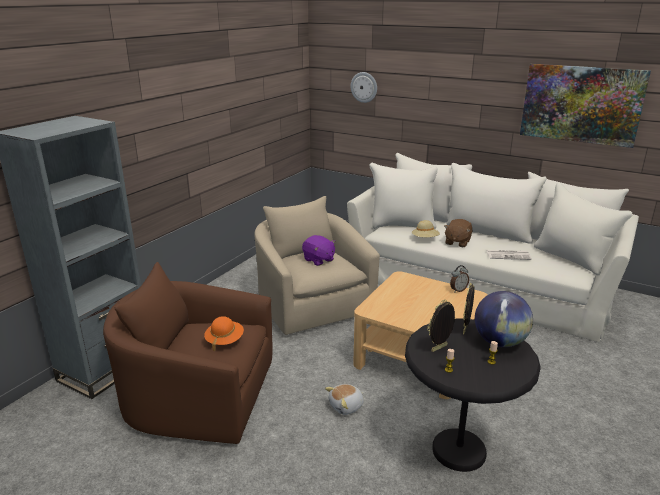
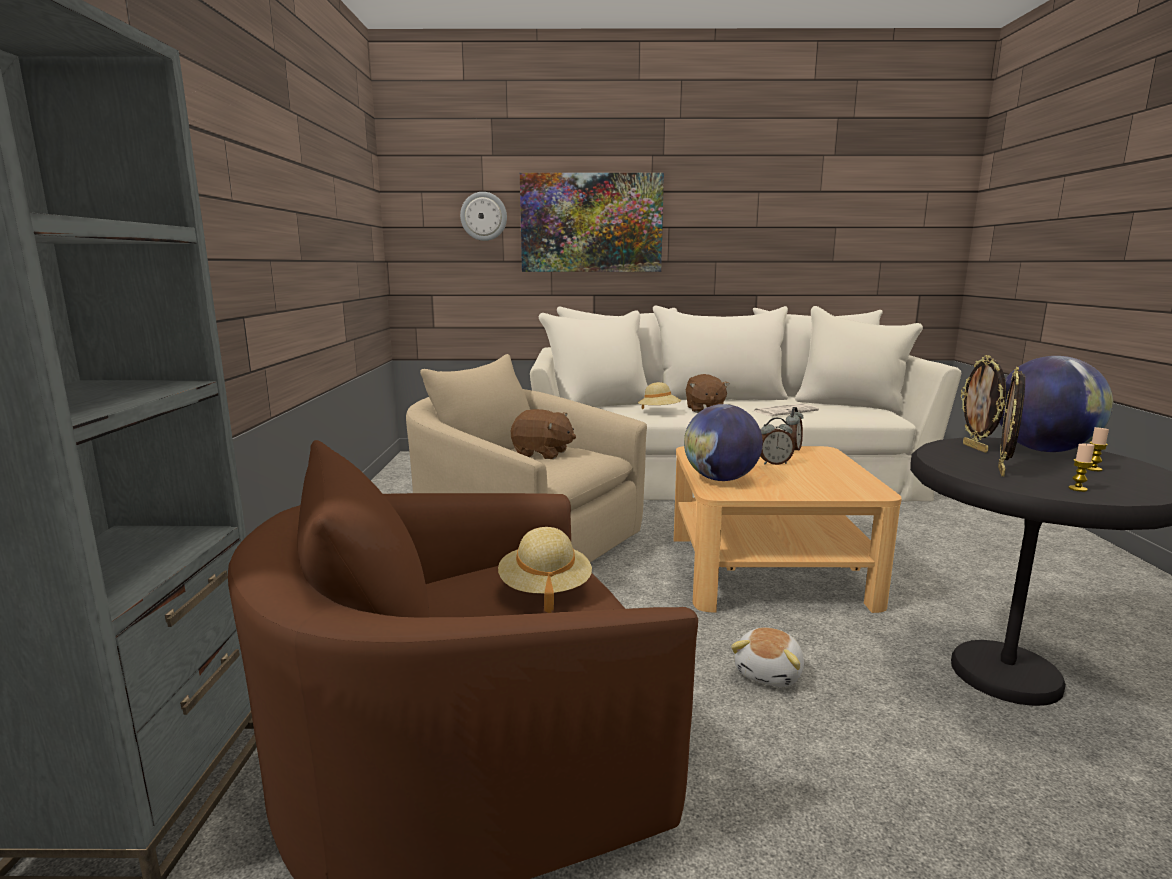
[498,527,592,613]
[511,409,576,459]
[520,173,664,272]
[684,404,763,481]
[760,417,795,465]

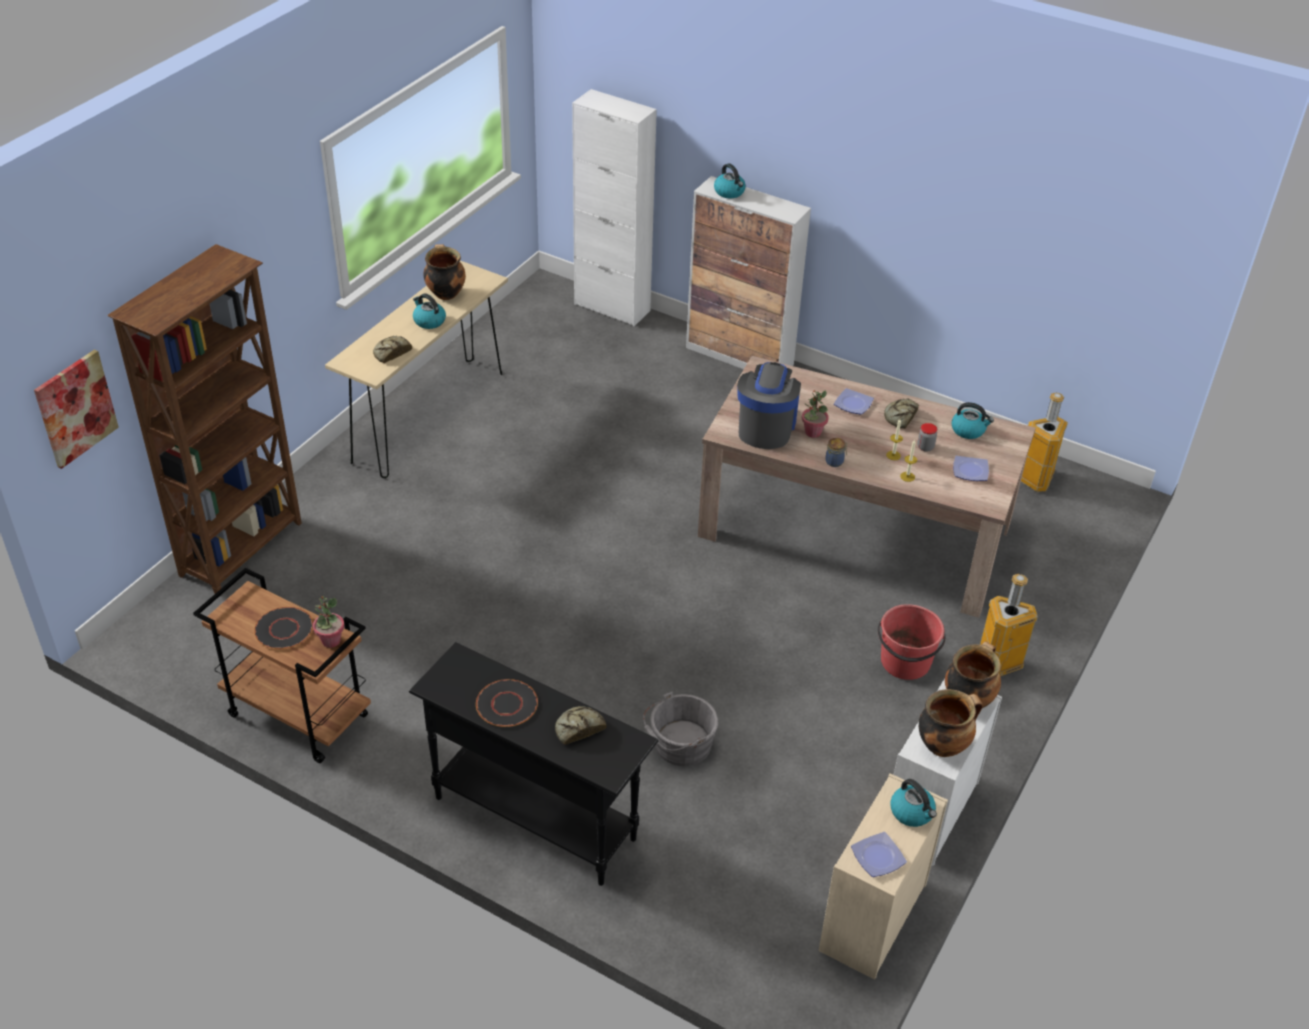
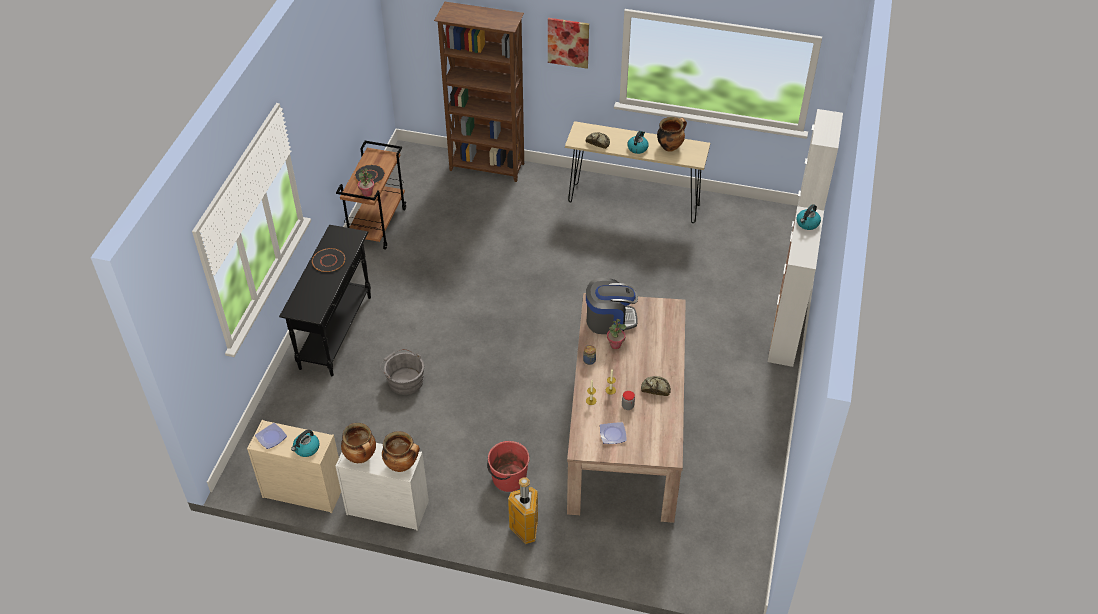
[548,18,589,69]
[555,706,607,745] (first image)
[834,388,874,415] (first image)
[951,402,994,439] (first image)
[1021,392,1068,492] (first image)

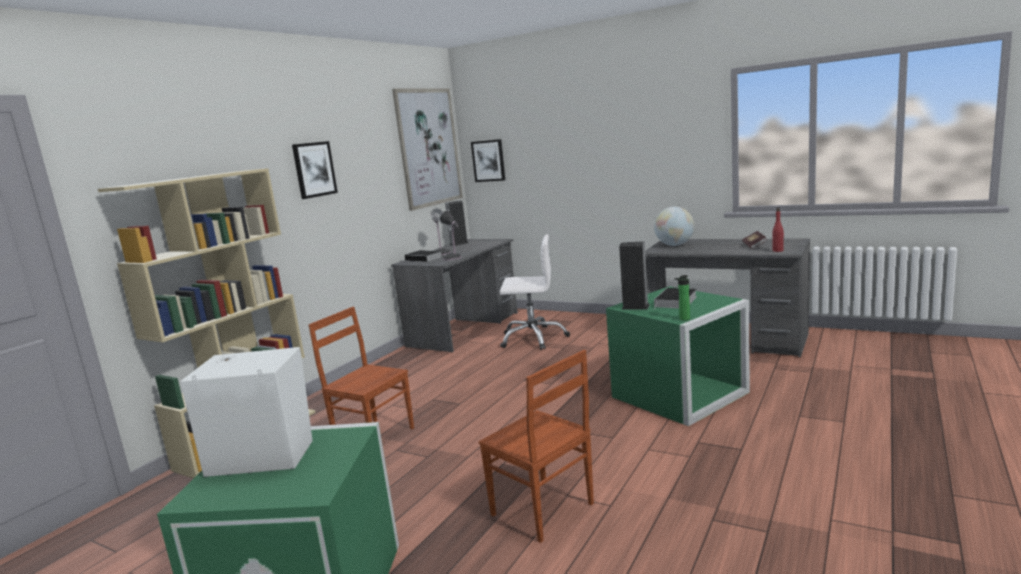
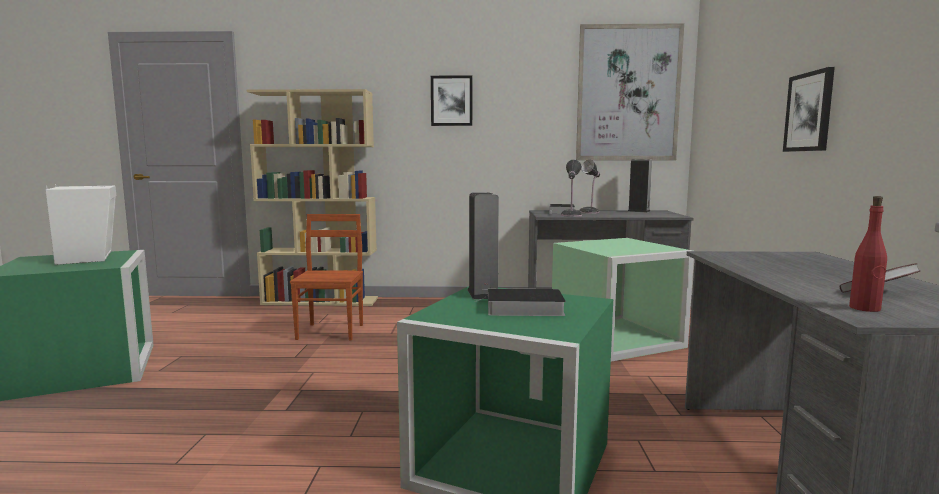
[783,67,835,152]
[479,350,594,543] (first image)
[552,238,694,362]
[654,207,694,246] (first image)
[674,275,690,320] (first image)

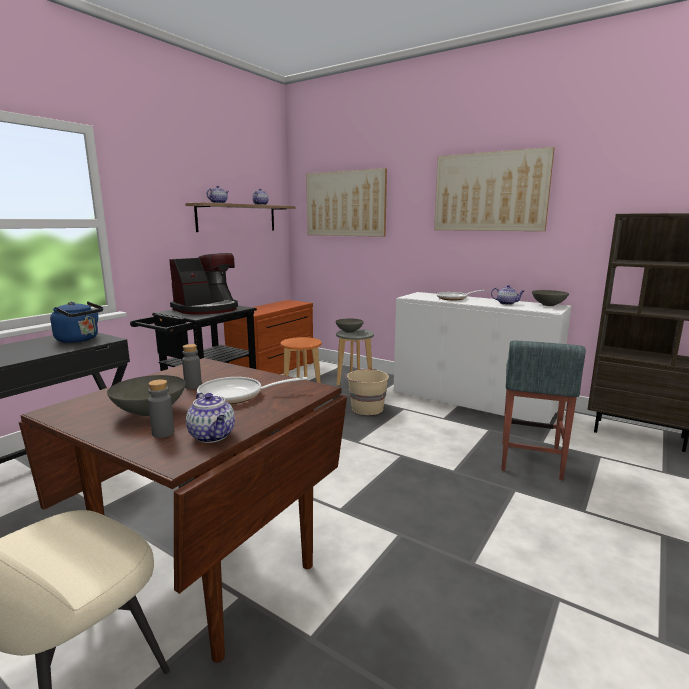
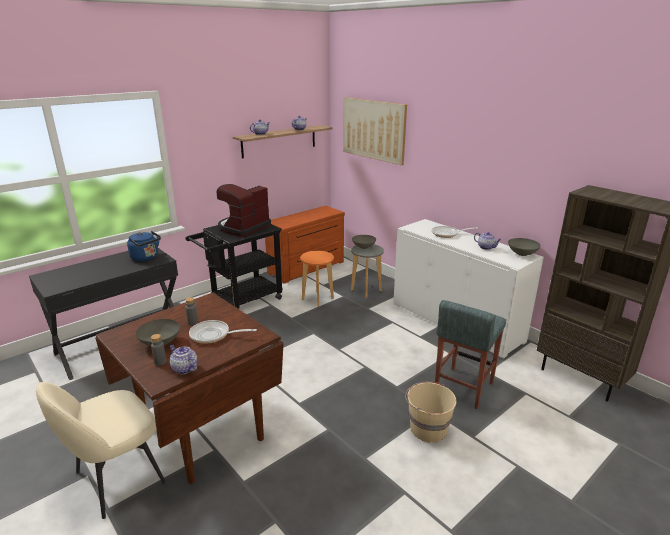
[217,184,271,237]
[170,345,197,374]
[405,381,457,443]
[434,147,555,231] (first image)

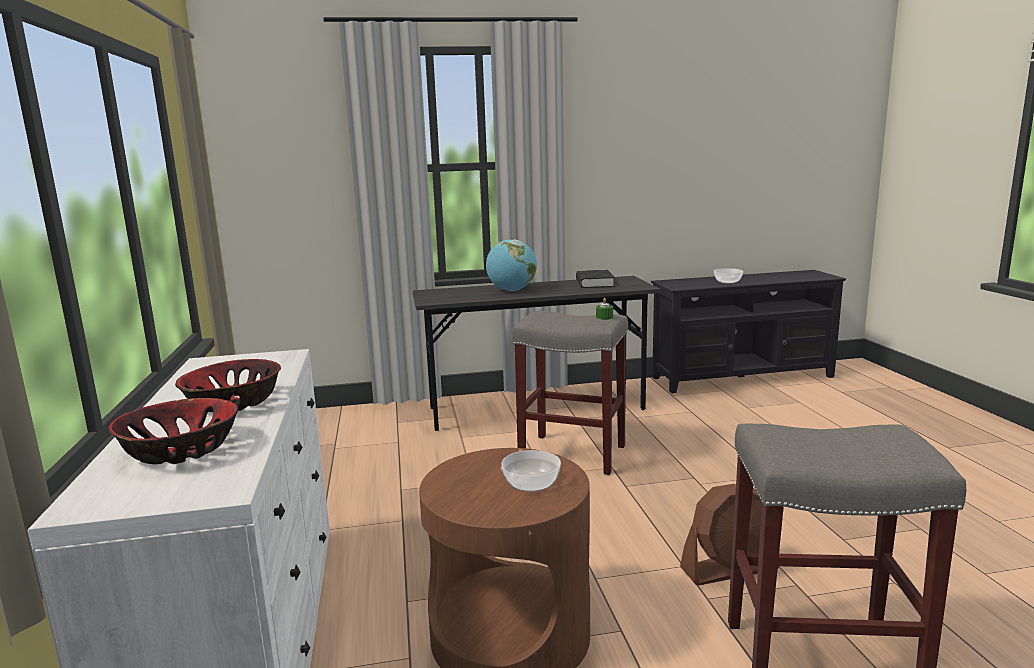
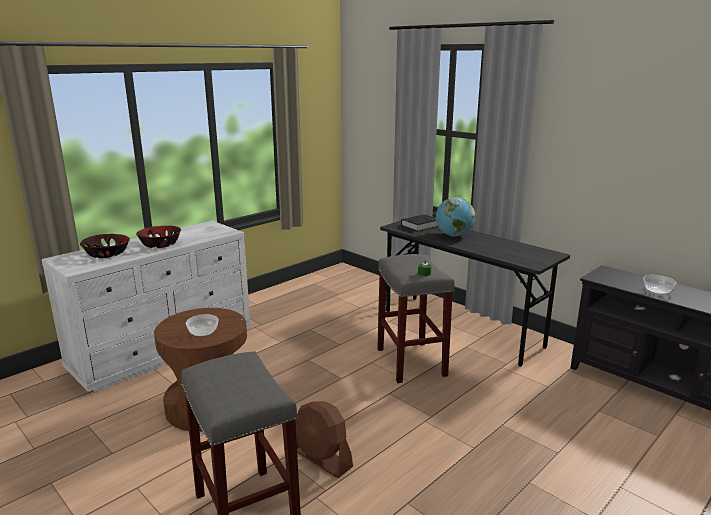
[401,214,438,232]

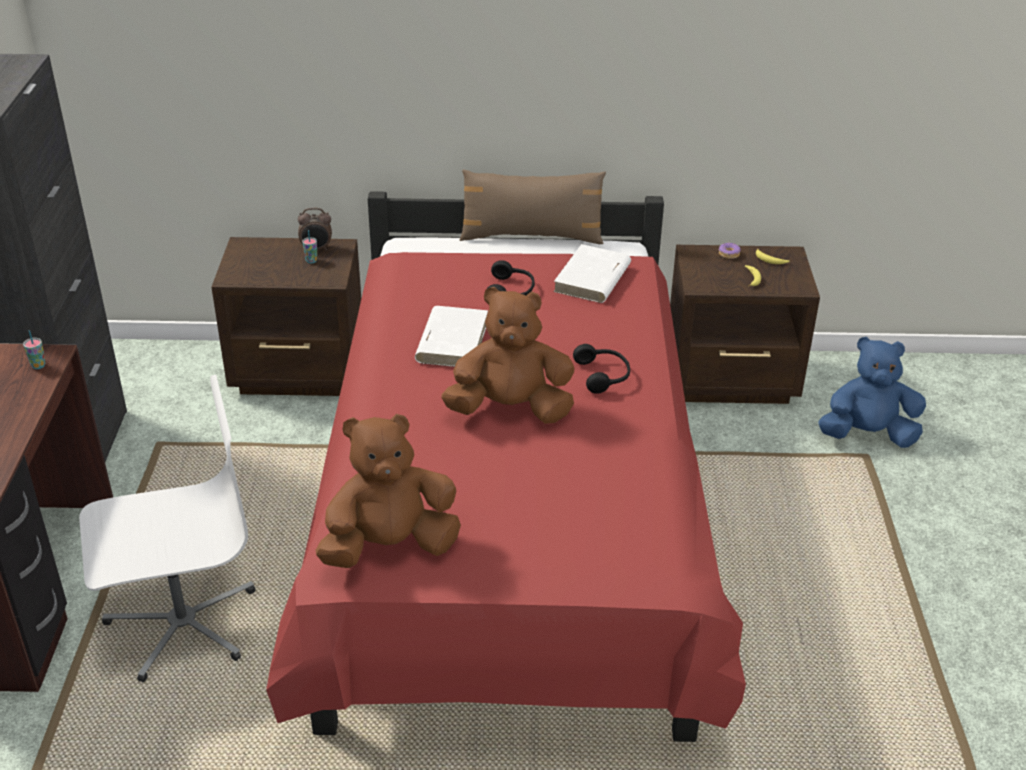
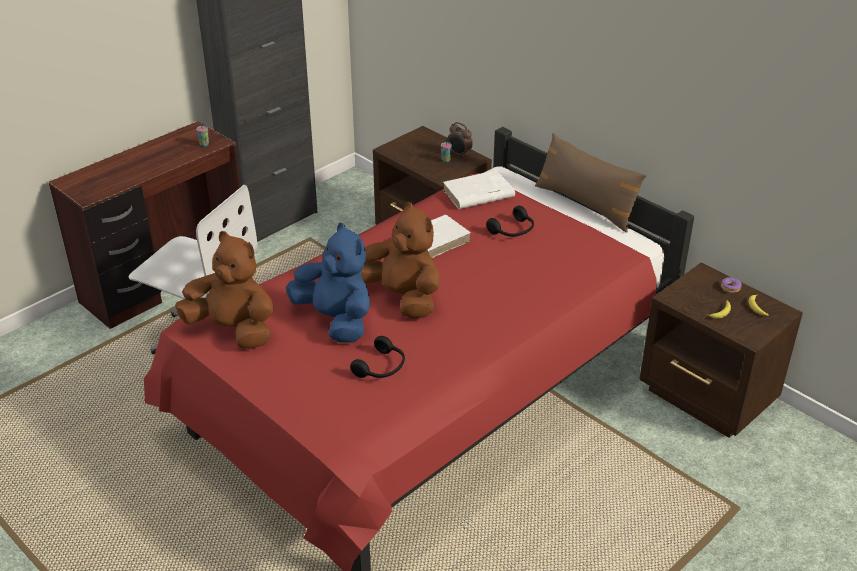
[443,170,515,209]
[350,336,405,378]
[286,223,370,343]

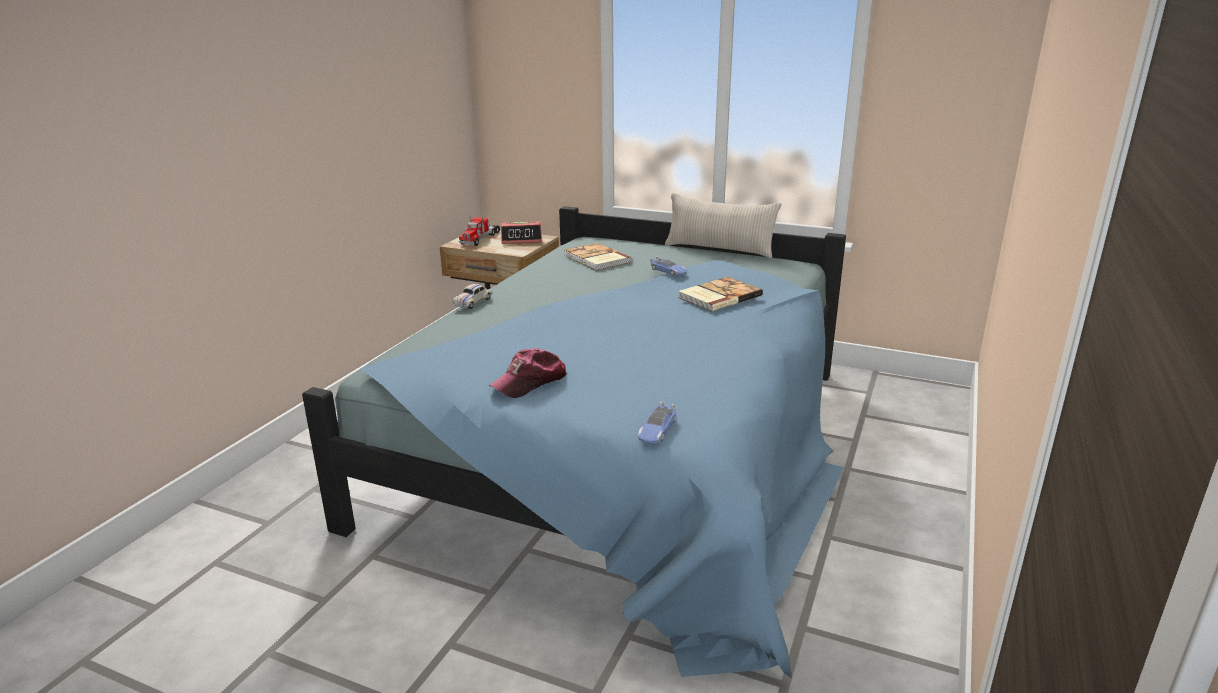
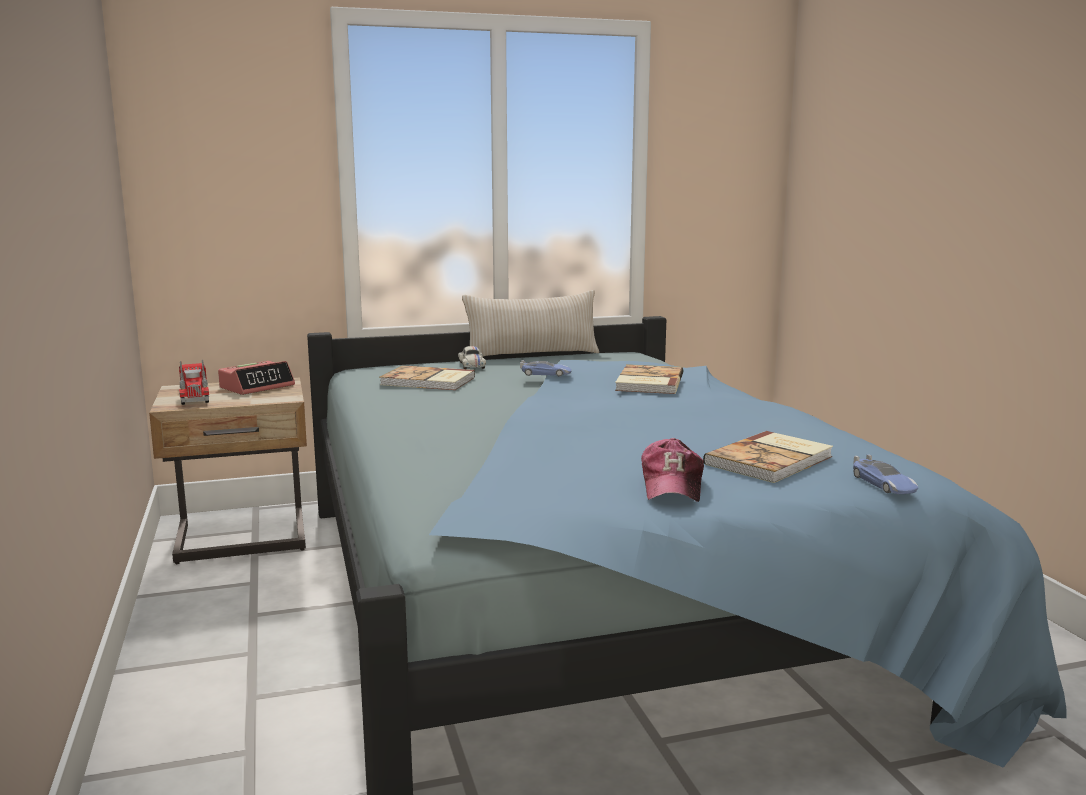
[458,346,486,369]
[703,431,833,483]

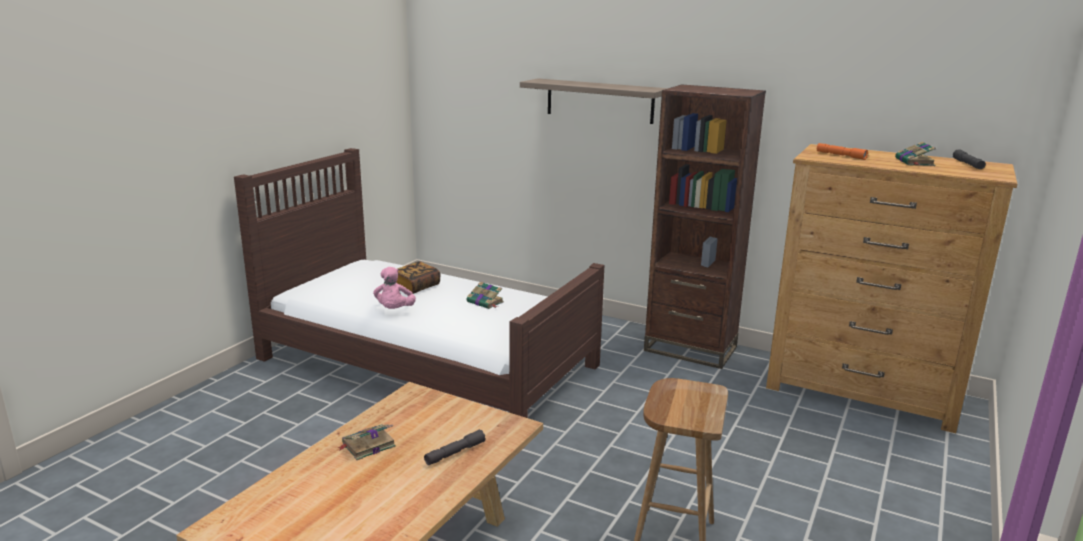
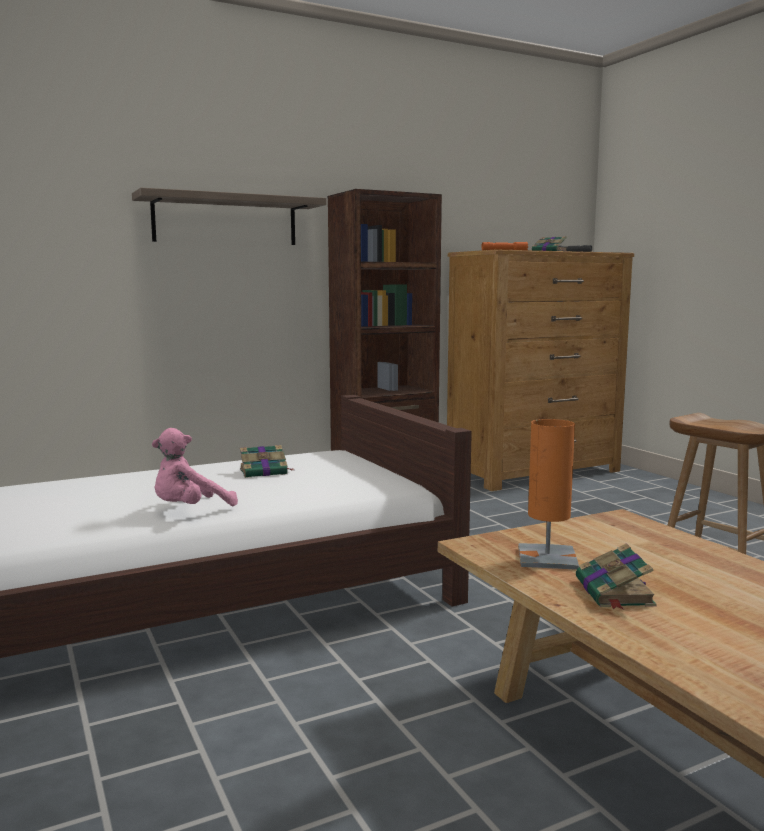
[152,428,238,506]
[396,261,440,294] (first image)
[424,429,486,465] (first image)
[518,419,579,570]

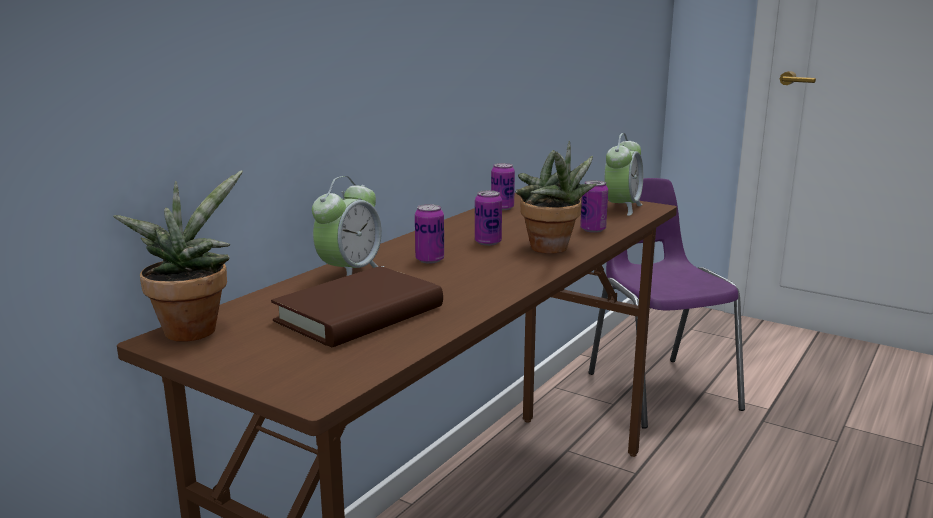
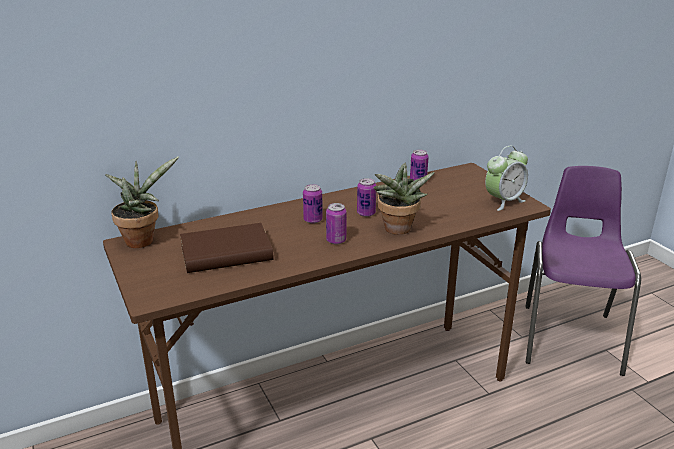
[312,176,384,276] (first image)
[326,203,347,244]

